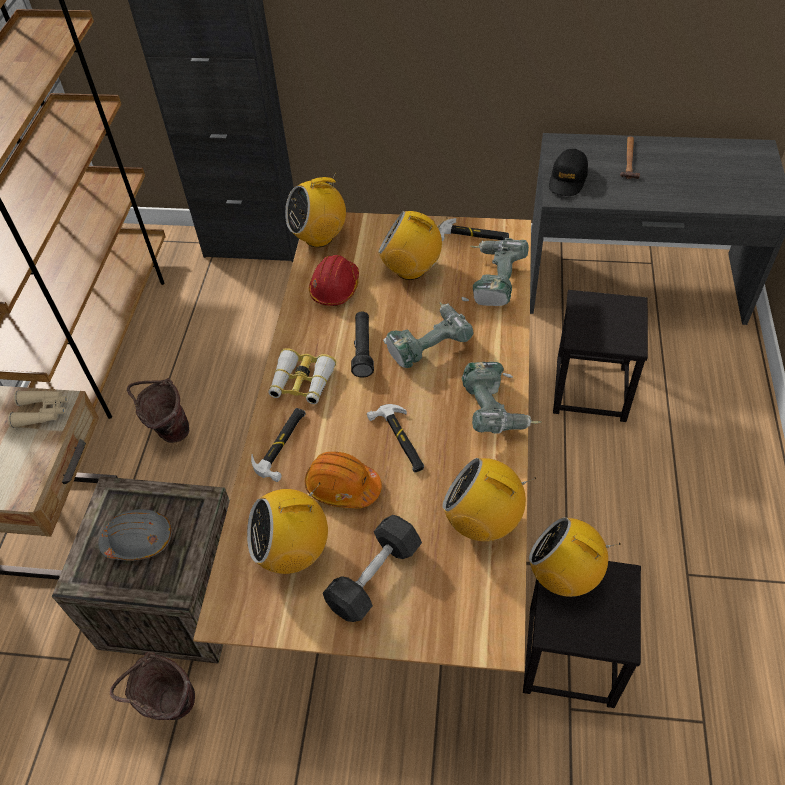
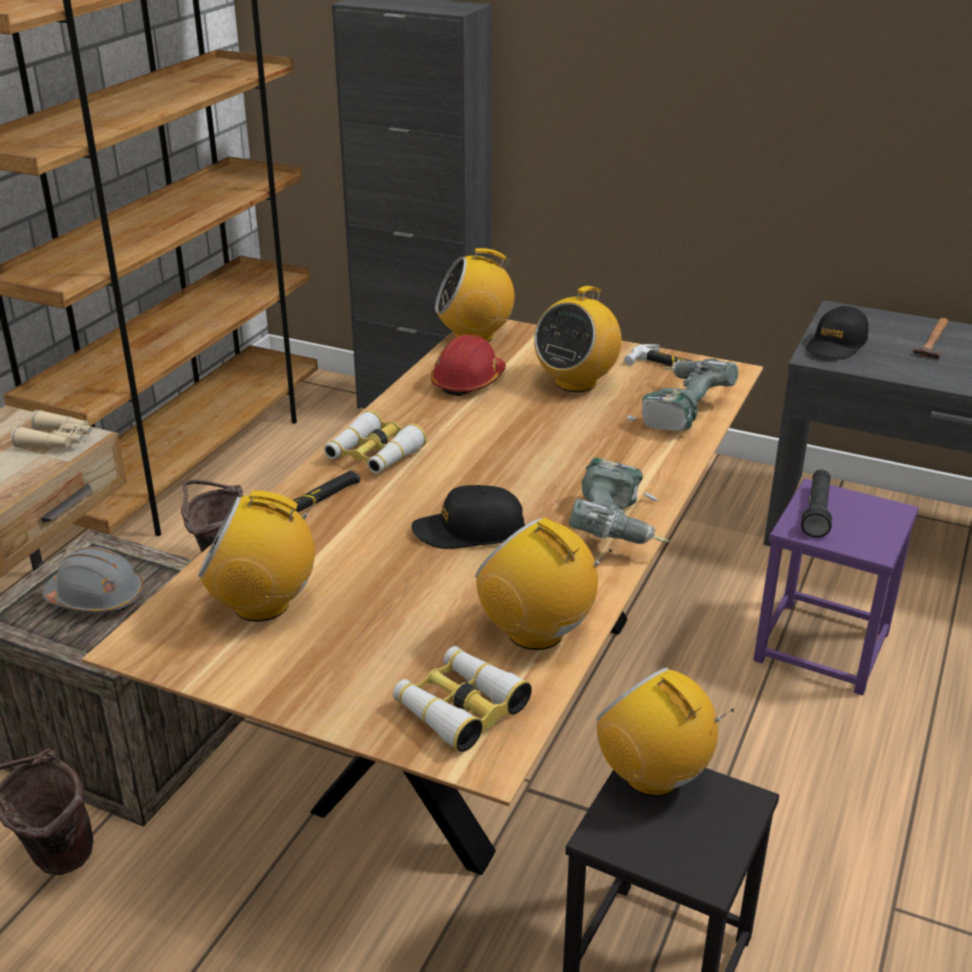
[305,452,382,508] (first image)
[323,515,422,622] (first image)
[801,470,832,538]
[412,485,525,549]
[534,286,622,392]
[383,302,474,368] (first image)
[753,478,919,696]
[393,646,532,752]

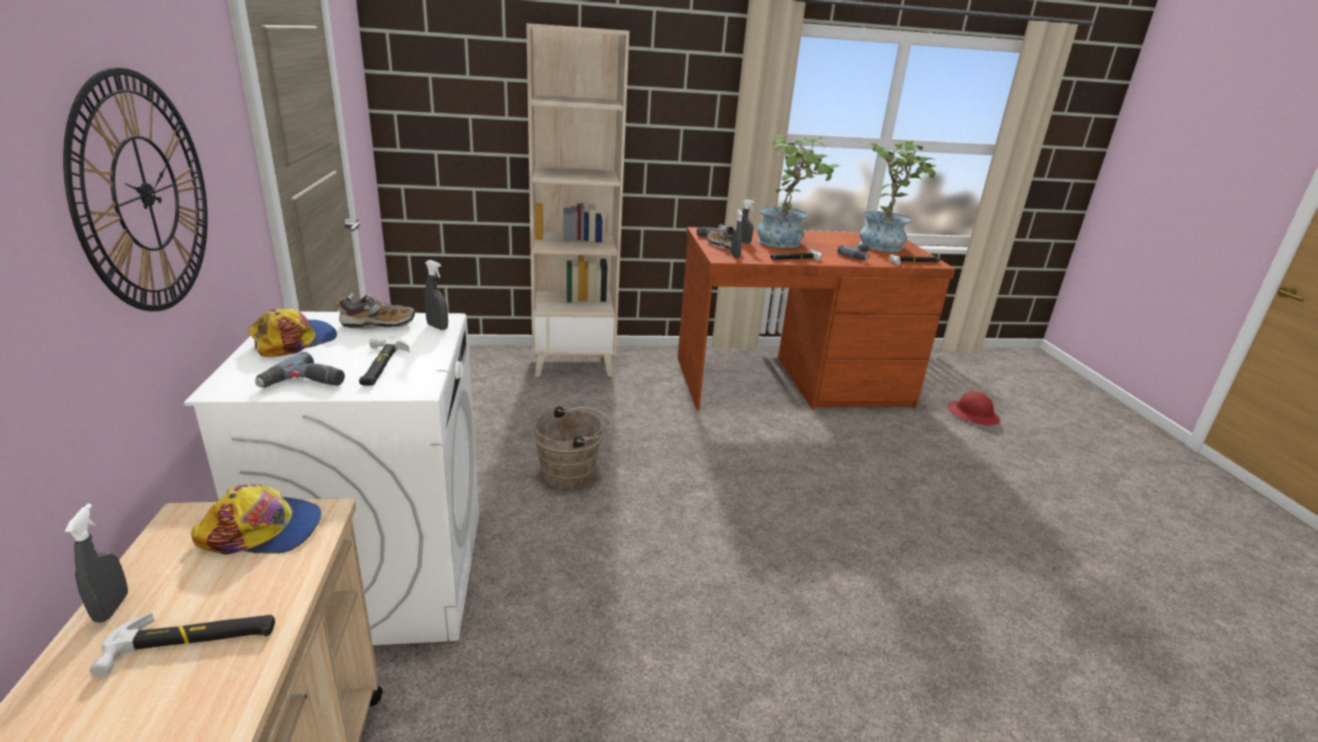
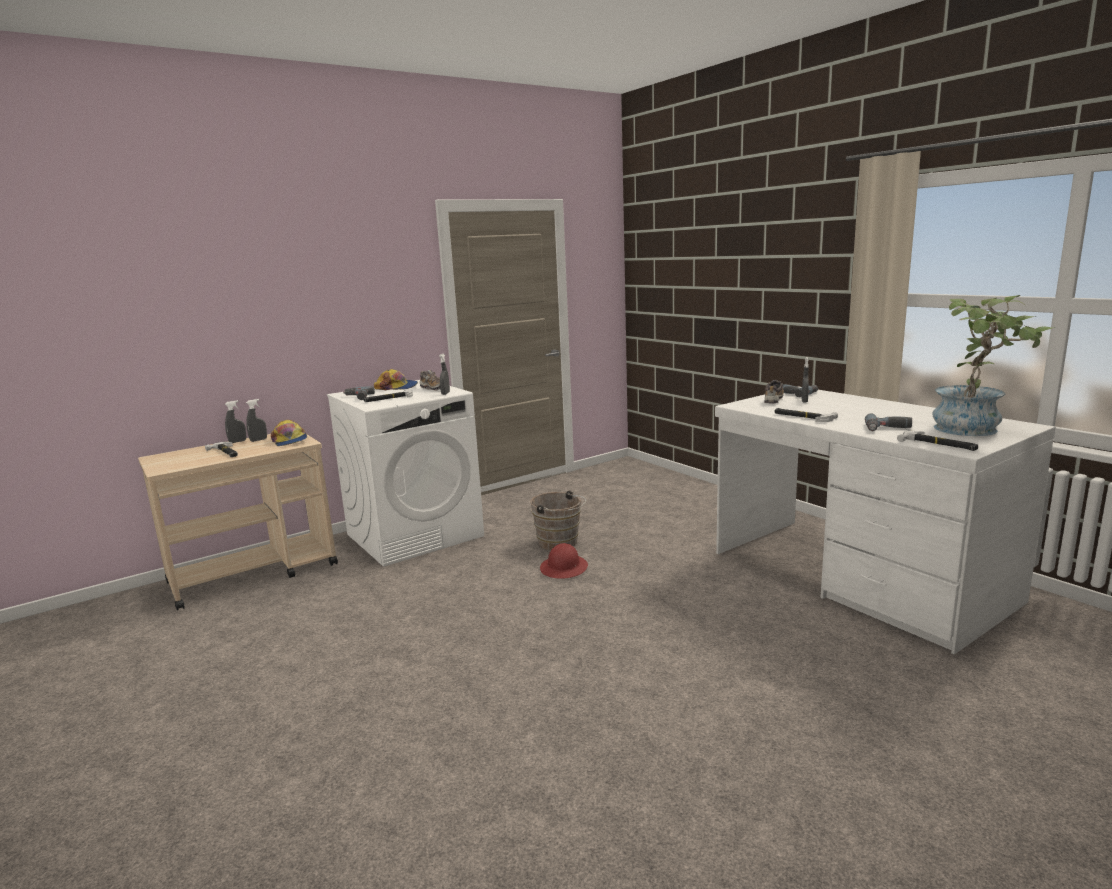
[63,67,208,311] (first image)
[526,23,629,377] (first image)
[715,387,1056,654]
[246,399,267,442]
[757,135,840,248] (first image)
[540,543,588,579]

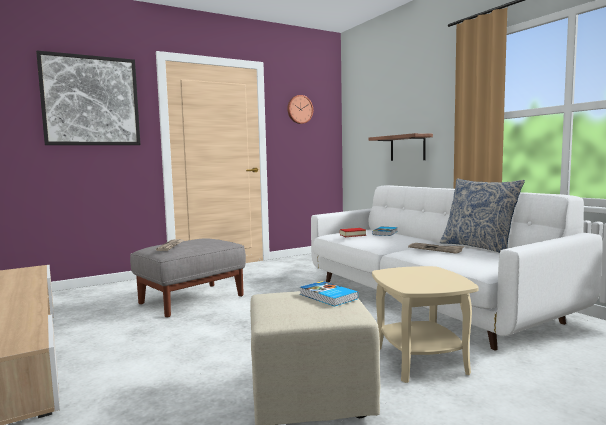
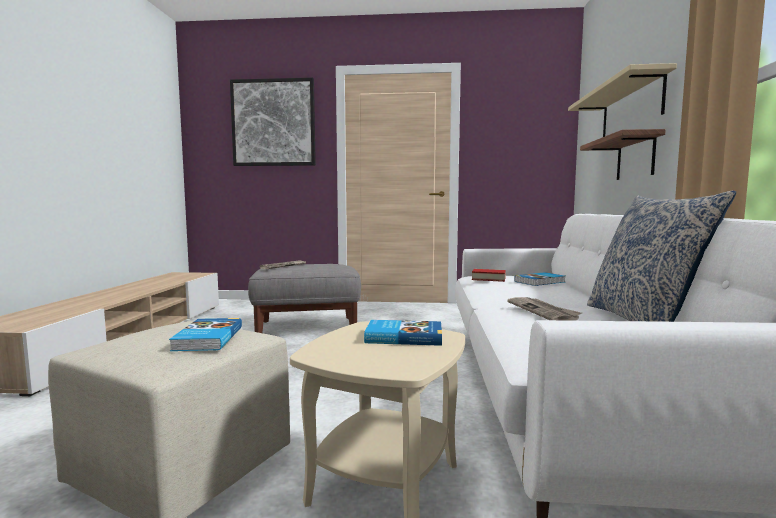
[287,95,313,124] (first image)
[364,320,442,346]
[568,63,677,137]

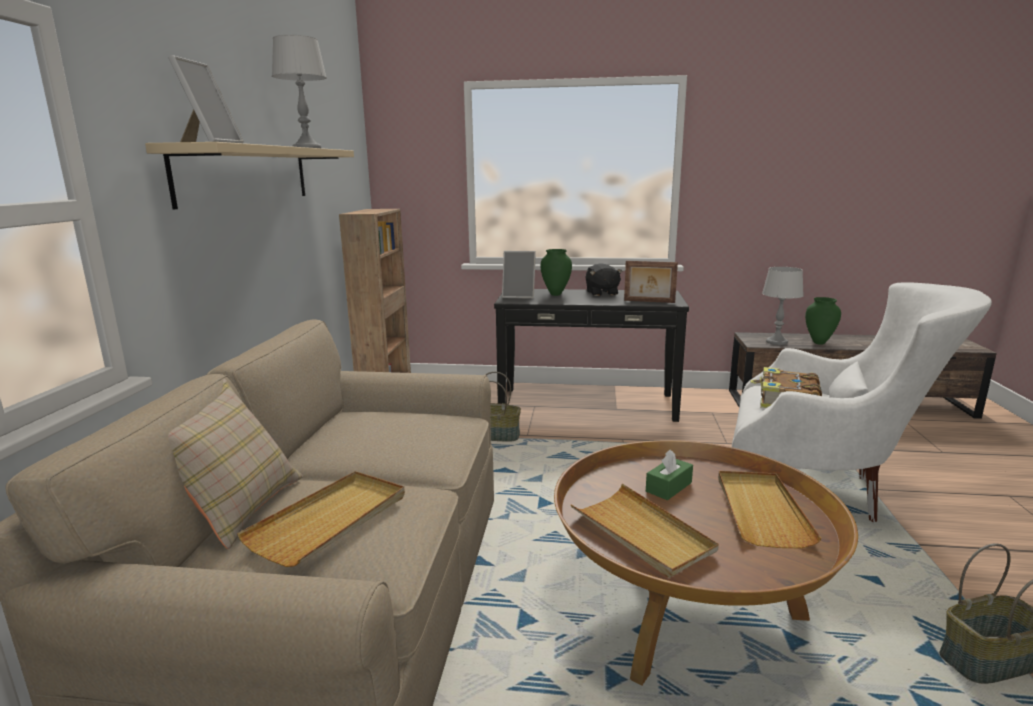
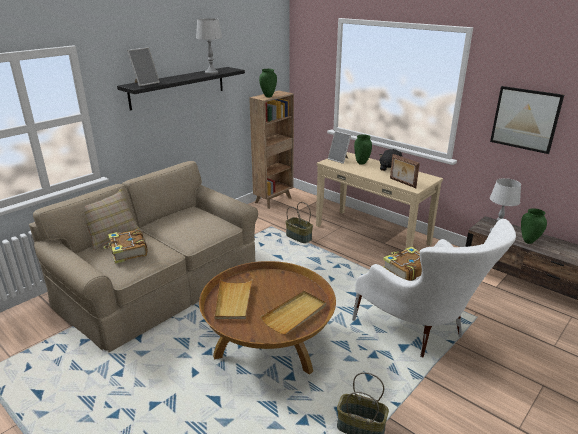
[117,67,245,110]
[103,229,148,264]
[316,152,443,248]
[646,450,693,500] (first image)
[259,69,277,97]
[490,86,564,154]

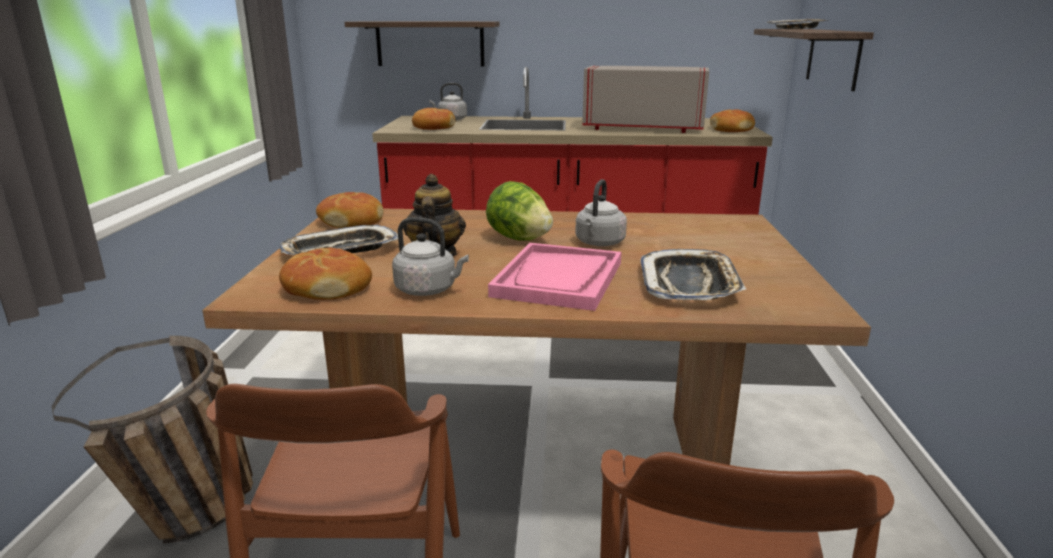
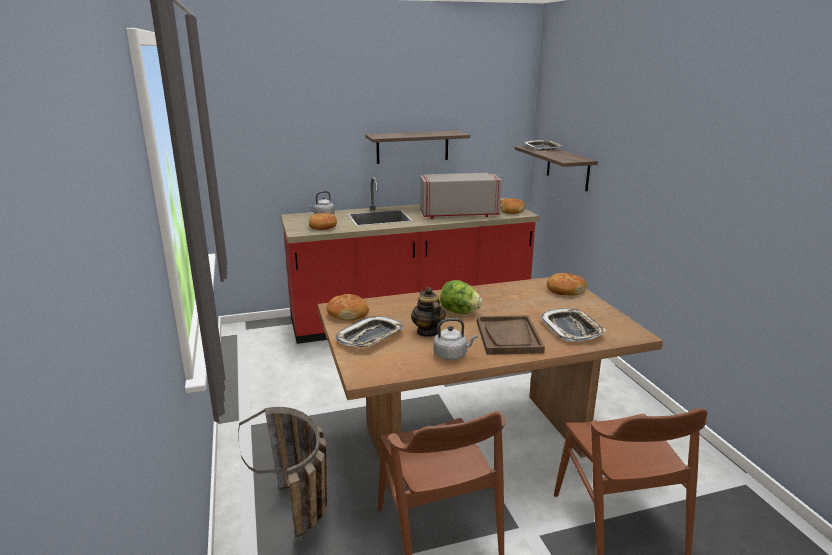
[547,273,587,295]
[365,131,470,164]
[477,315,545,355]
[575,179,627,246] (first image)

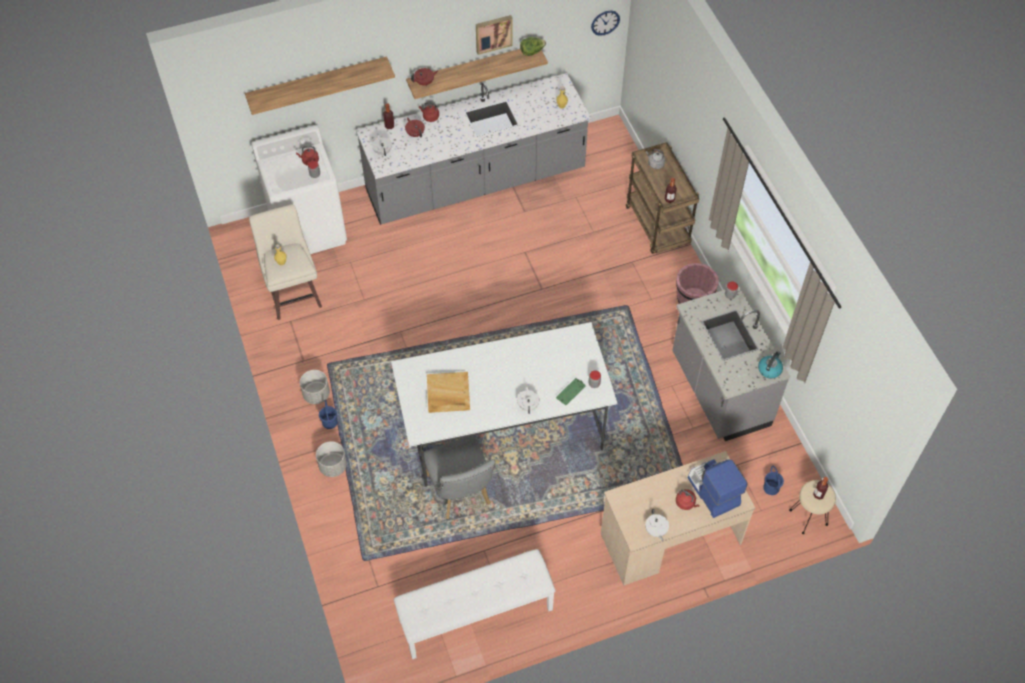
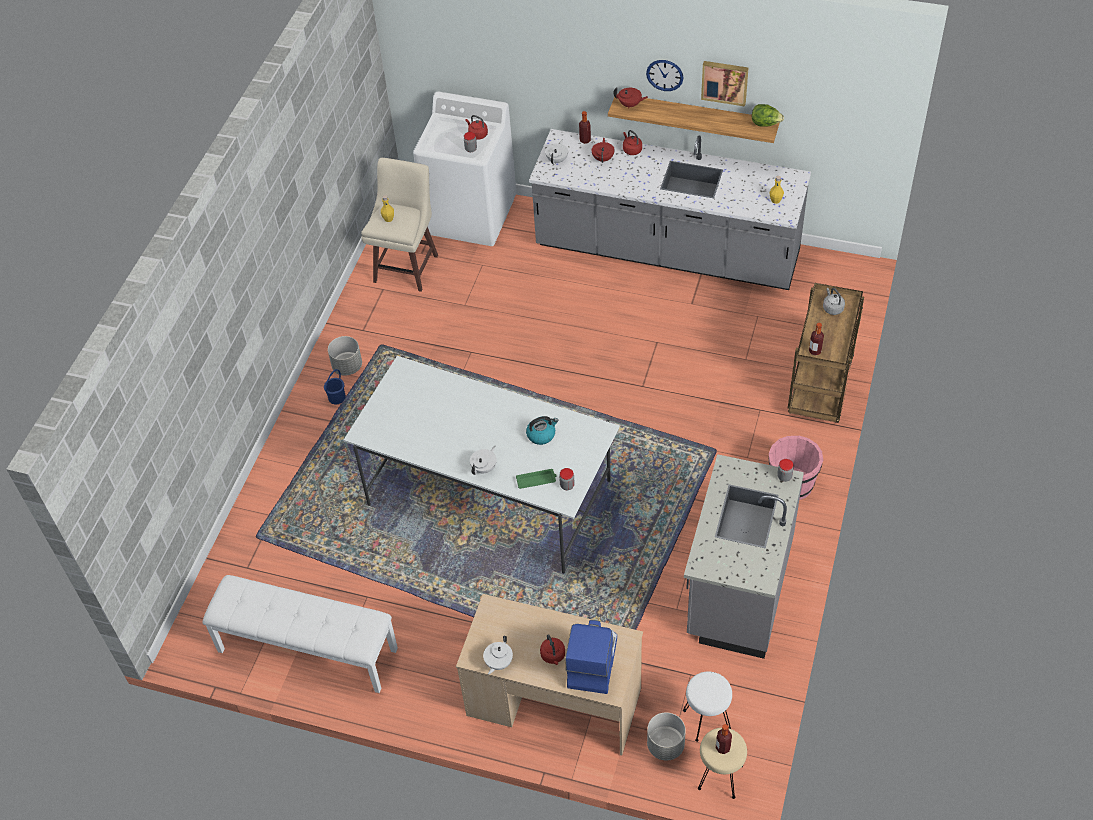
[245,56,395,115] (first image)
[647,712,686,761]
[424,436,495,519] (first image)
[427,372,470,413] (first image)
[646,60,683,91]
[526,416,558,445]
[683,671,732,742]

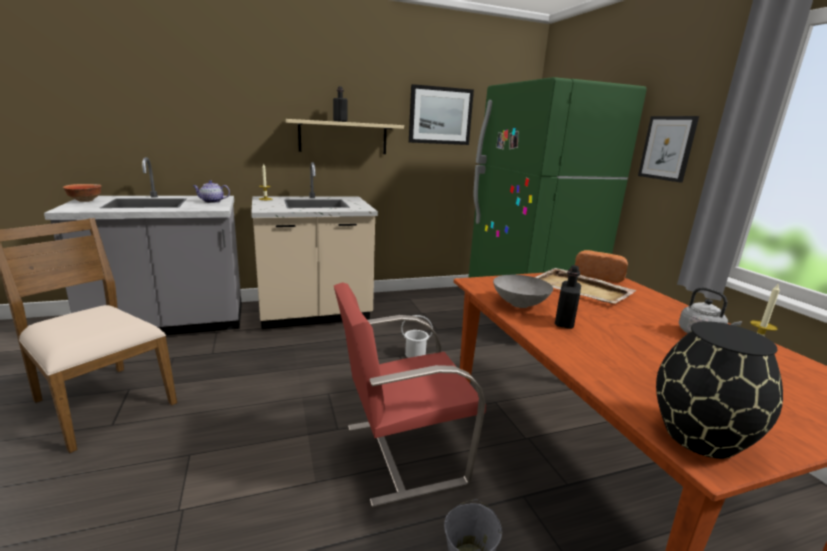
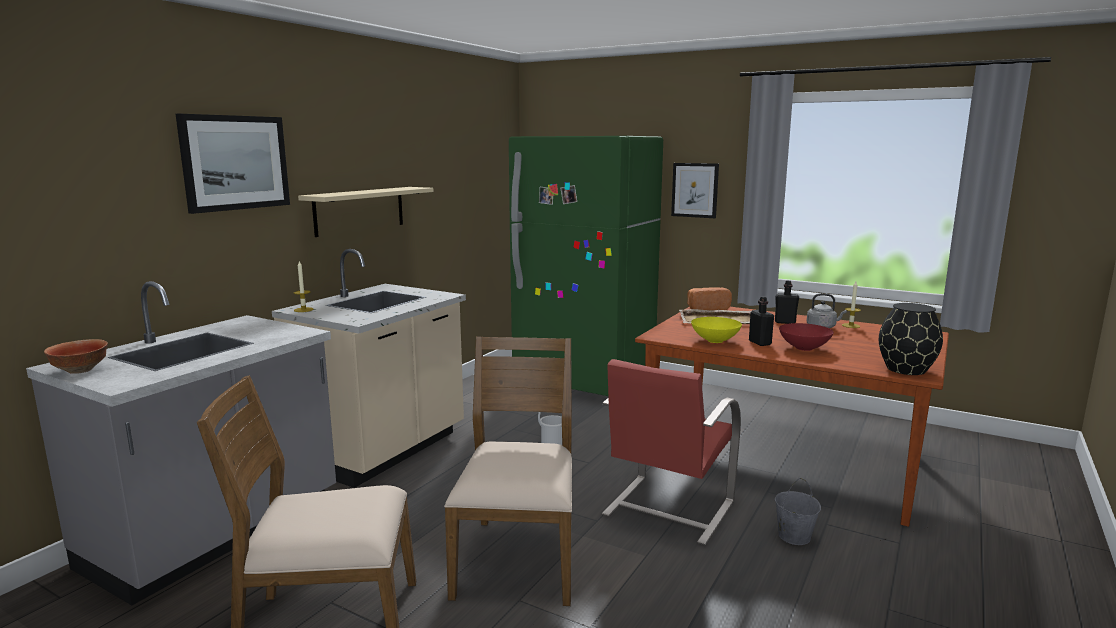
[193,180,230,203] (first image)
[775,280,799,324]
[176,114,290,214]
[691,317,742,343]
[444,336,572,606]
[779,323,834,351]

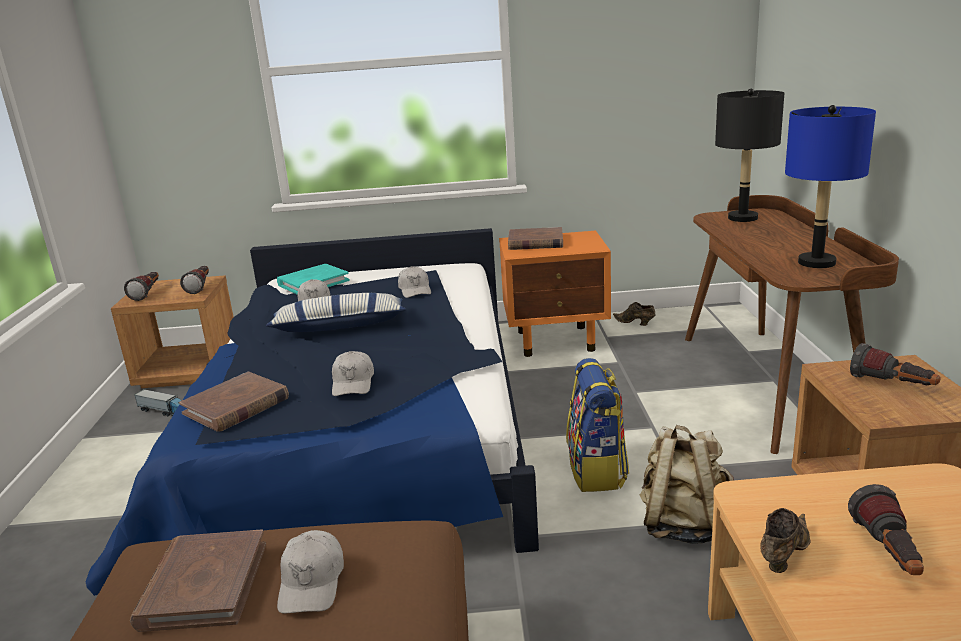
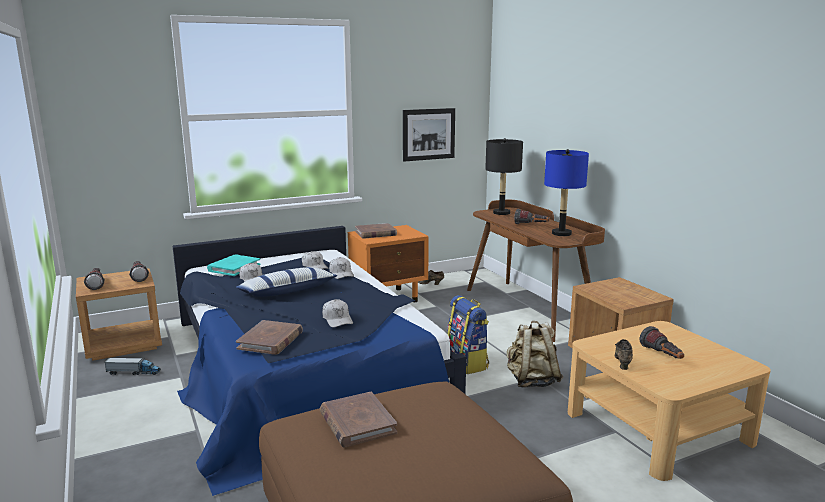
[329,257,354,279]
[514,209,550,224]
[403,108,455,161]

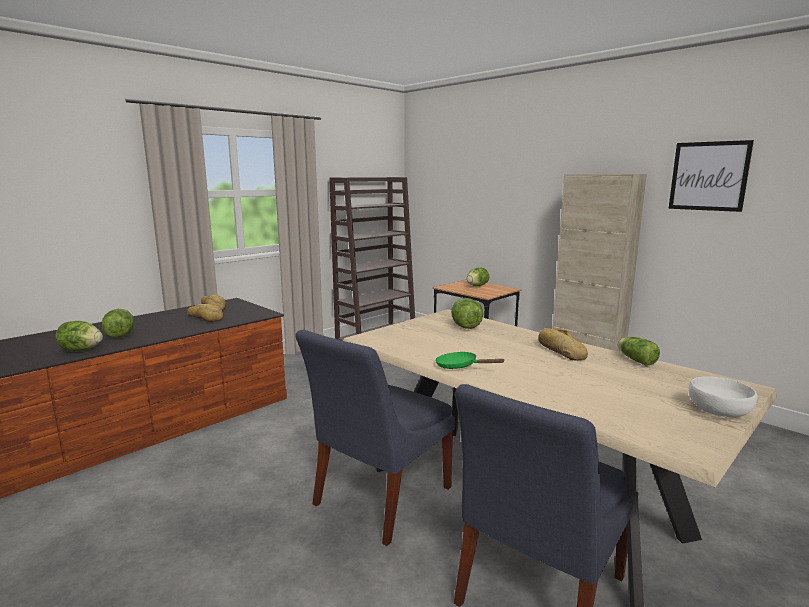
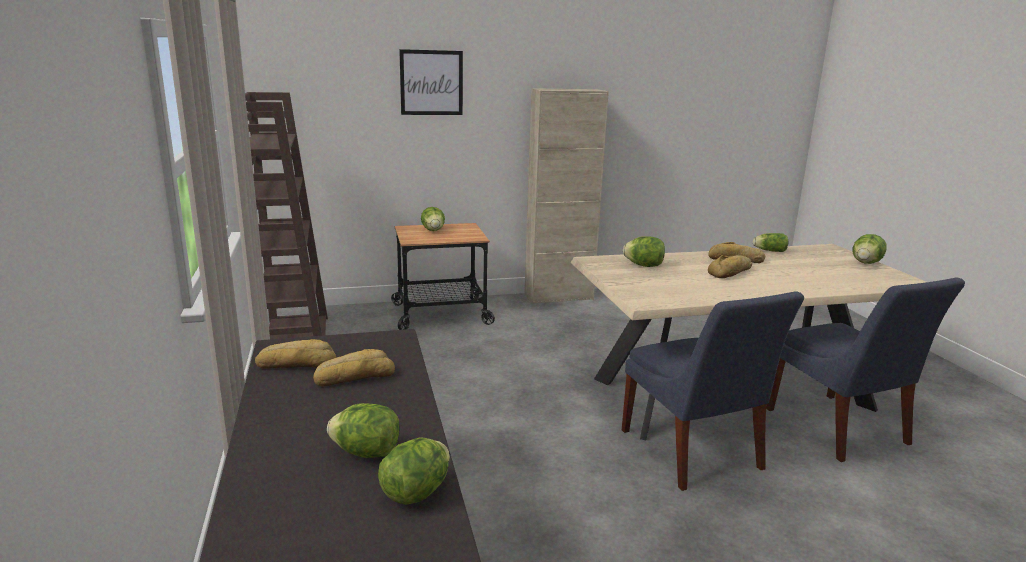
[435,352,505,369] (first image)
[399,49,463,115]
[853,234,887,264]
[708,255,752,278]

